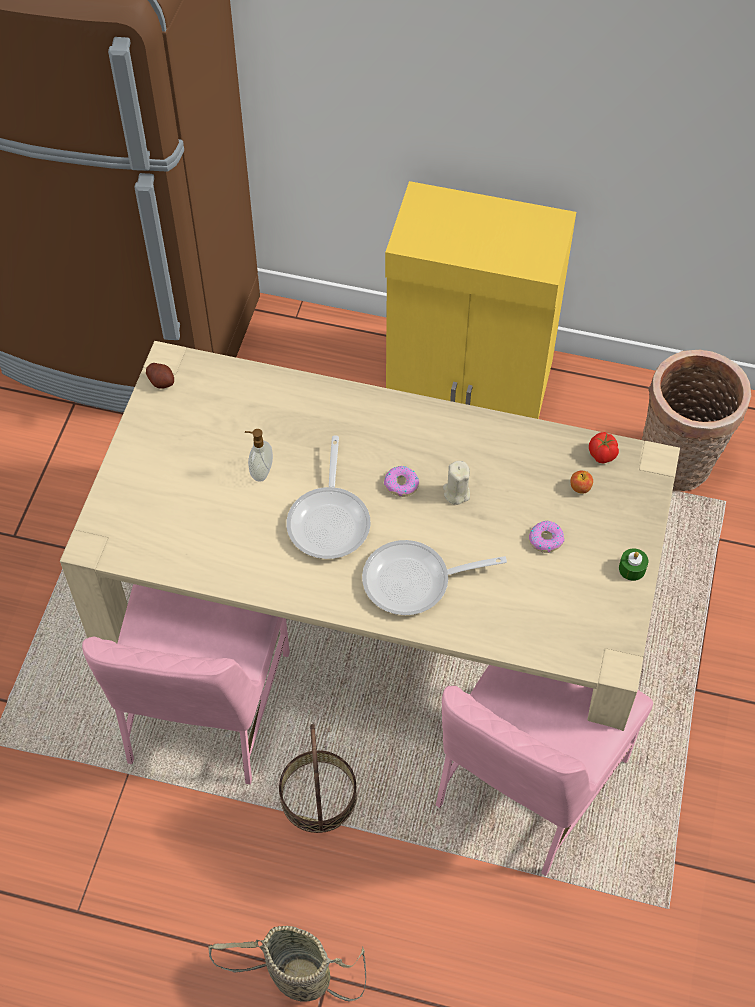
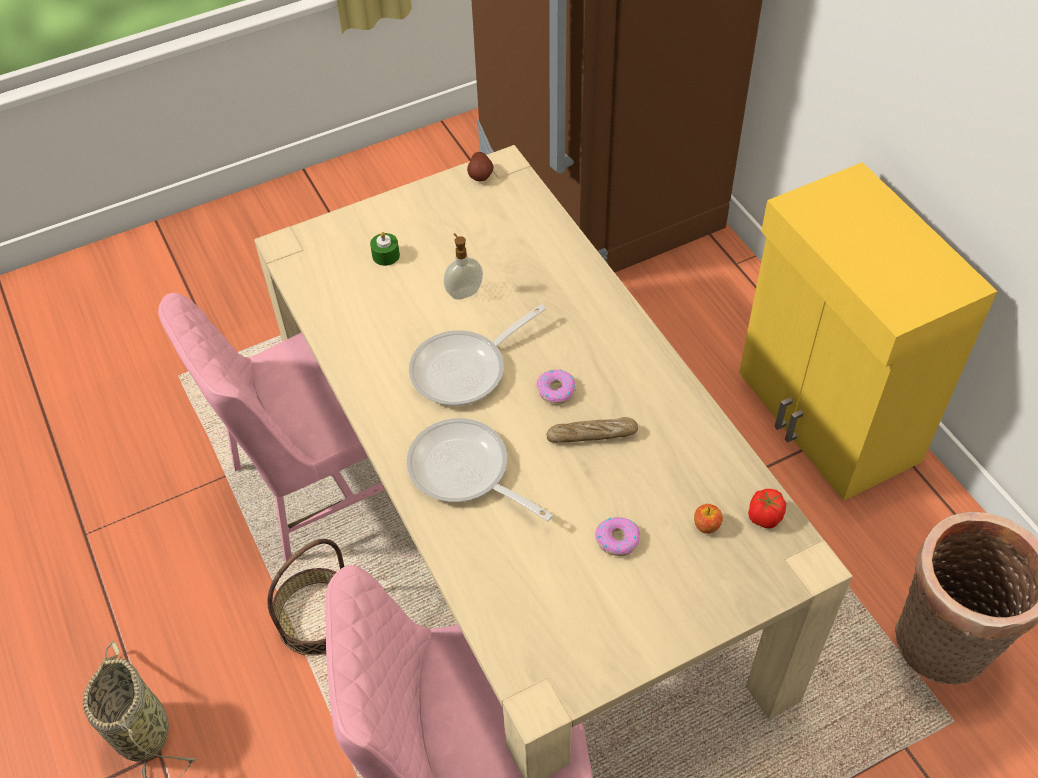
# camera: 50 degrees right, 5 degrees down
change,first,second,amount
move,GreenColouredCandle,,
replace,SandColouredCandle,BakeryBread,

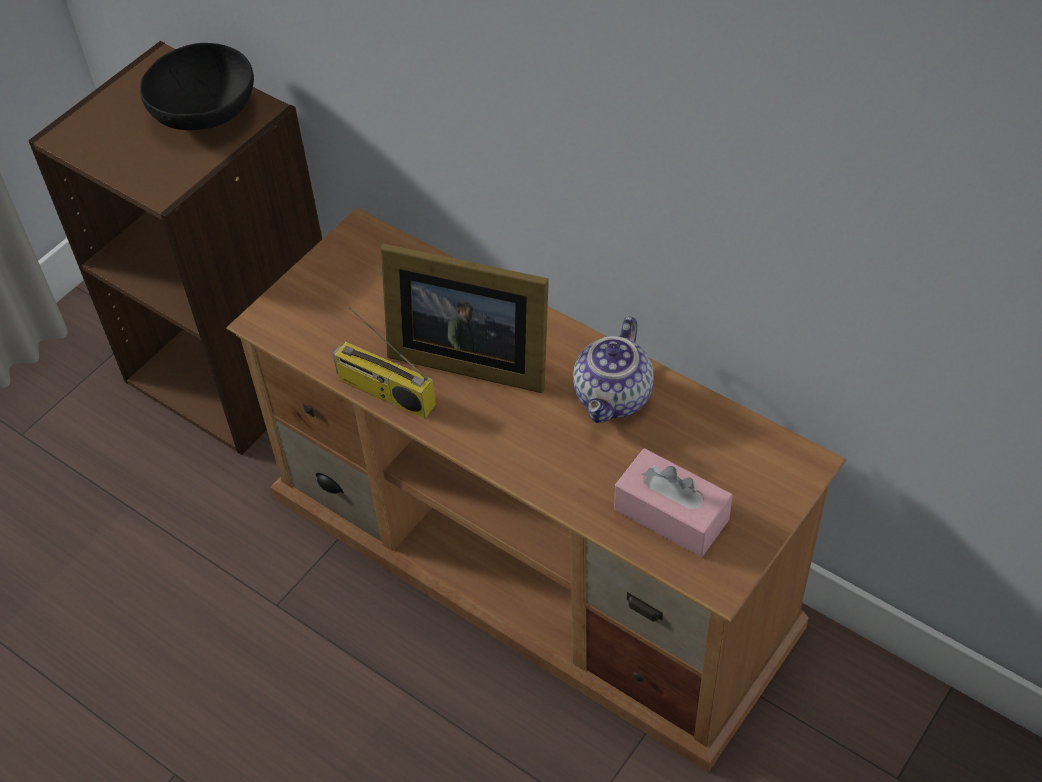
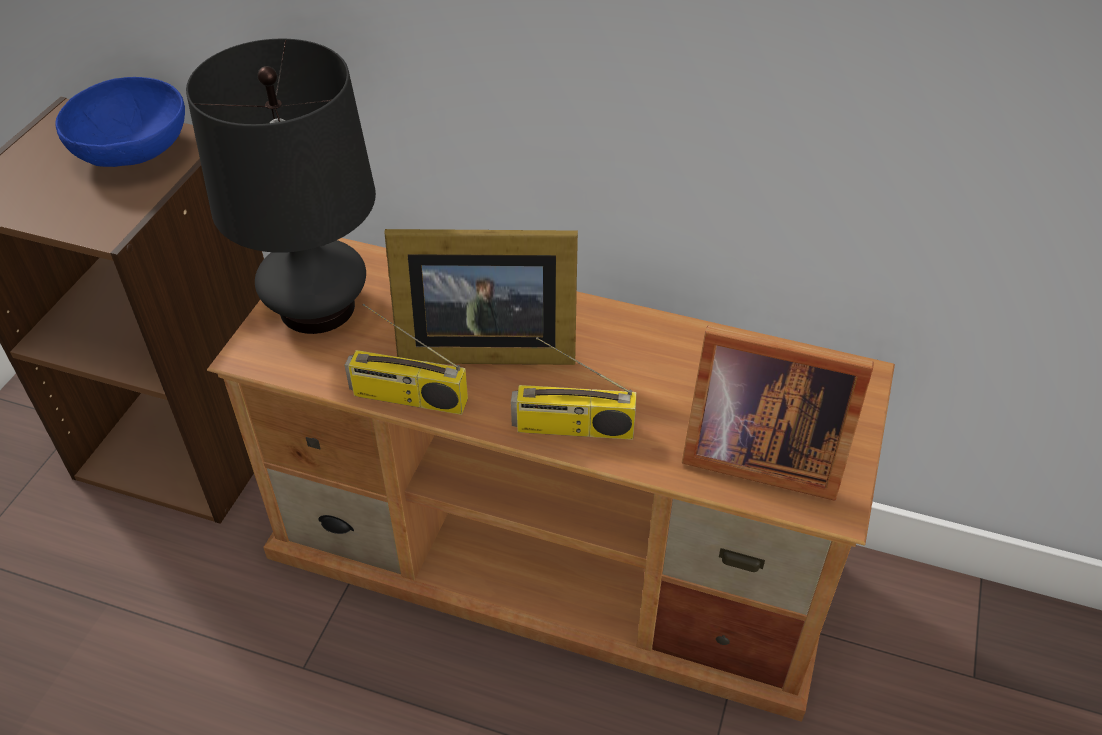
# camera: 20 degrees left, 5 degrees down
change,first,second,amount
delete,TeaPot,,
insert,,BlackLampForATable,
insert,,RadioReceiver (2nd from left),
replace,PinkColouredTissueHolder,StandingFrame (2nd from left),
recolor,BlackServingBowl,BlueColouredServingBowl,

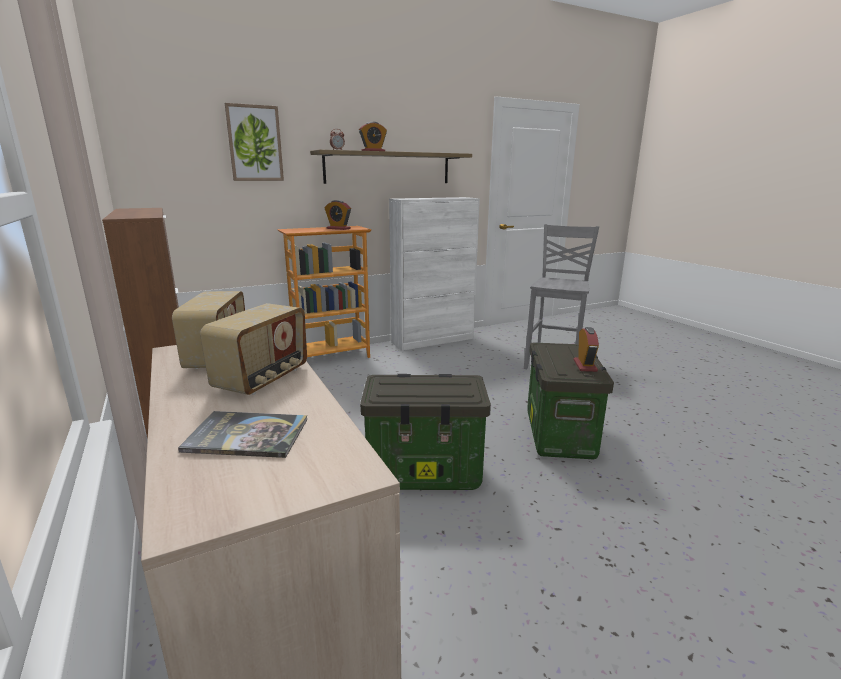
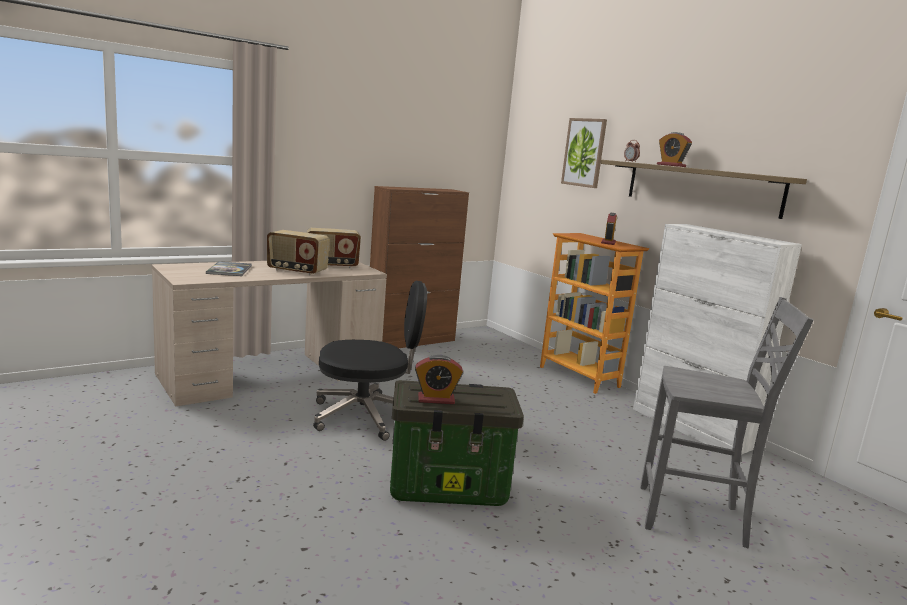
# camera: 80 degrees right, 5 degrees down
change,first,second,amount
replace,StorageBox (1st from left),BlackDeskChair,

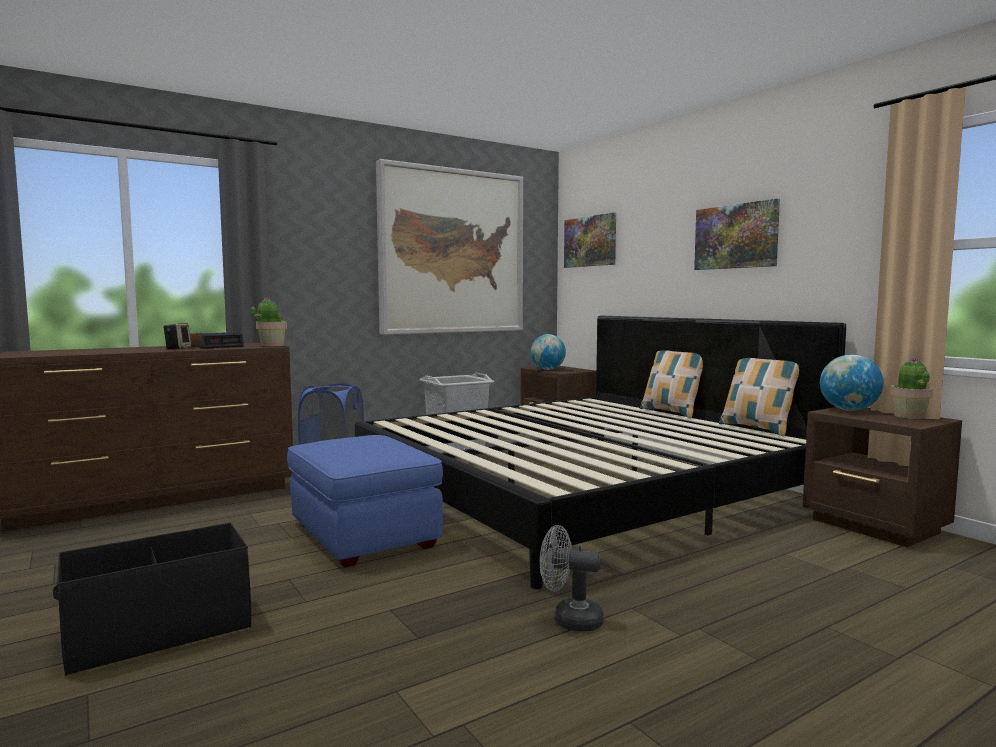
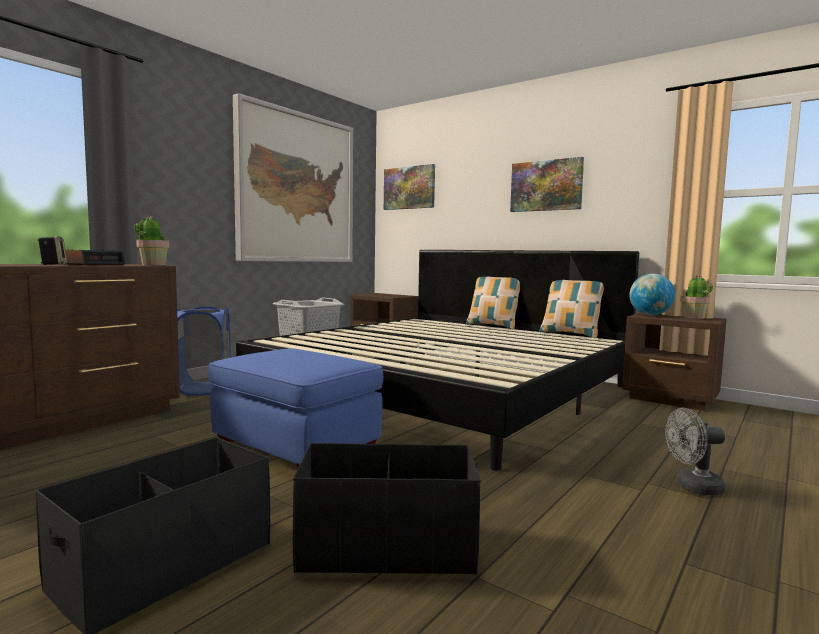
# camera: 20 degrees left, 0 degrees up
change,first,second,amount
delete,WorldGlobe (1st from left),,
insert,,BlackStorageBox (2nd from left),
move,GreyElectricFan,,

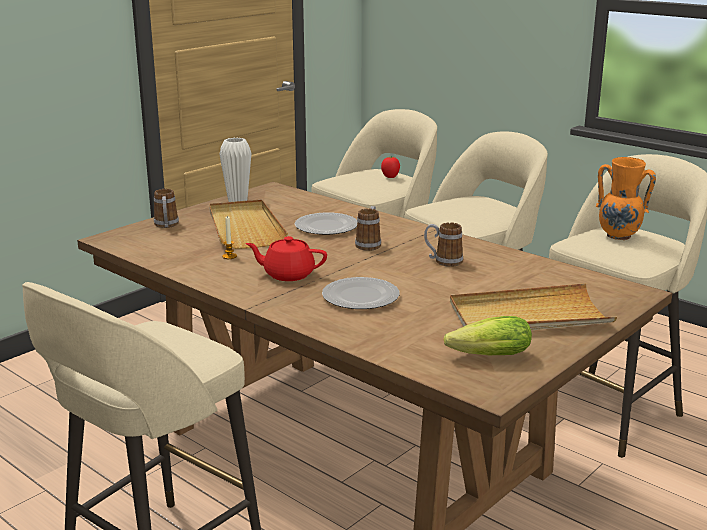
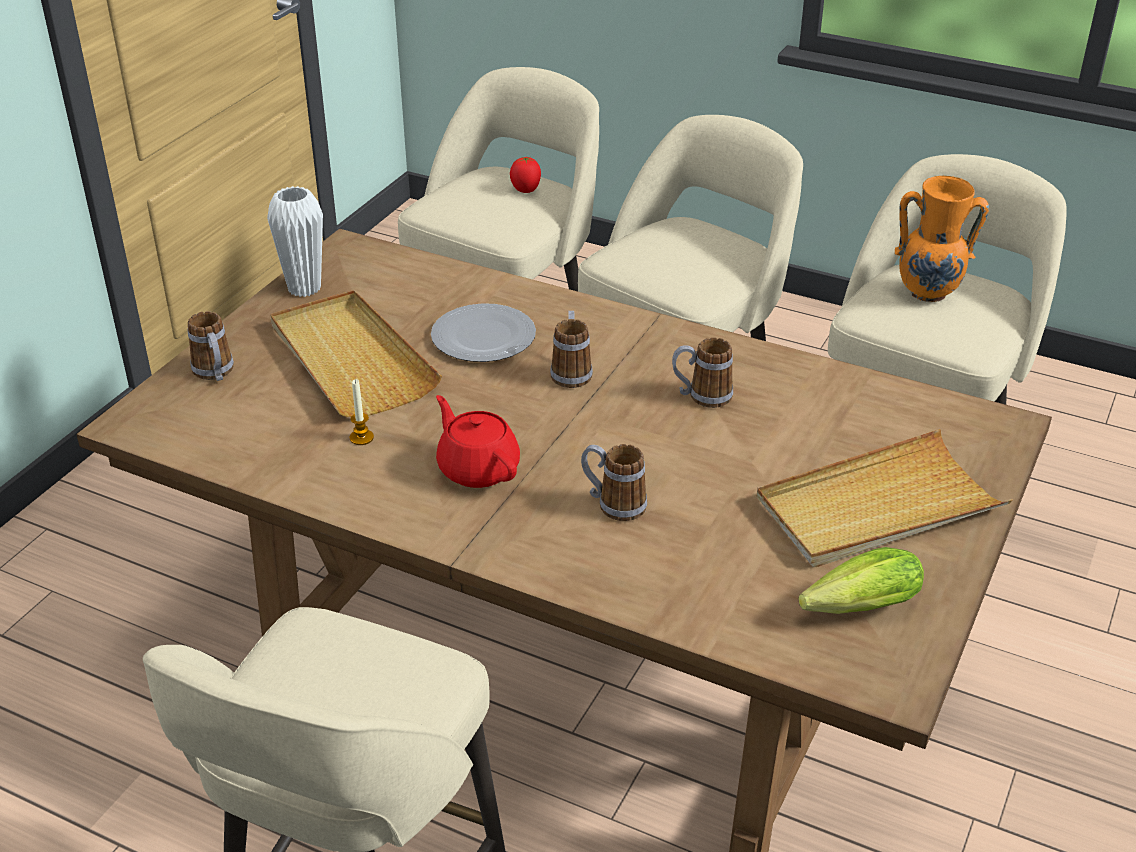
# camera: 15 degrees left, 15 degrees up
change,first,second,amount
replace,FlatDish (2nd from left),TeaMug (3rd from left),
rotate,RedTeaPot,,60 degrees clockwise

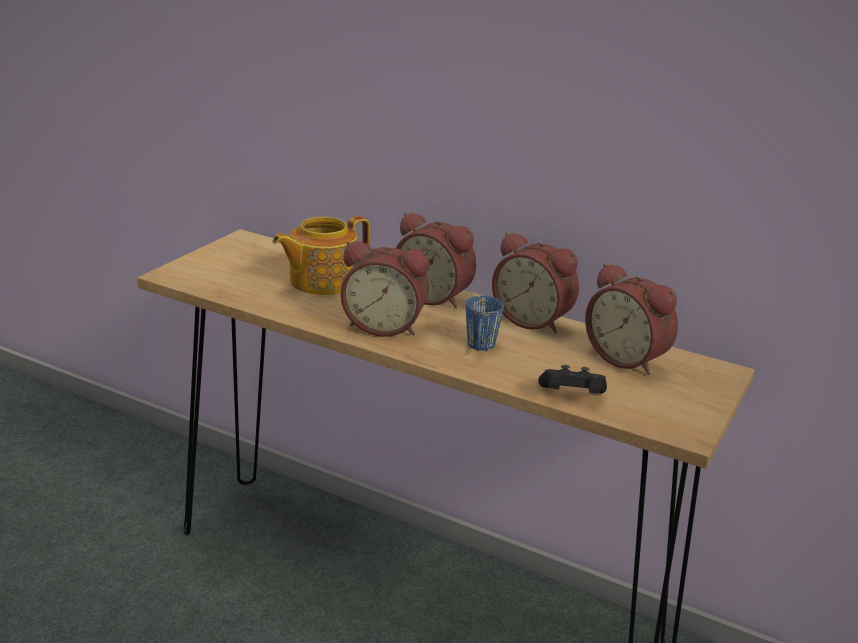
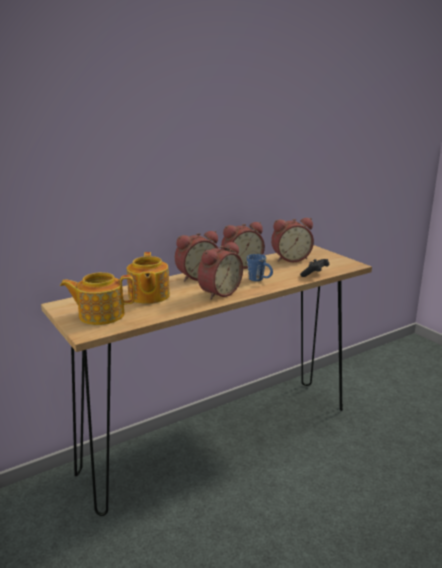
# camera: 60 degrees left, 5 degrees down
change,first,second,amount
insert,,TeaPot (1st from left),

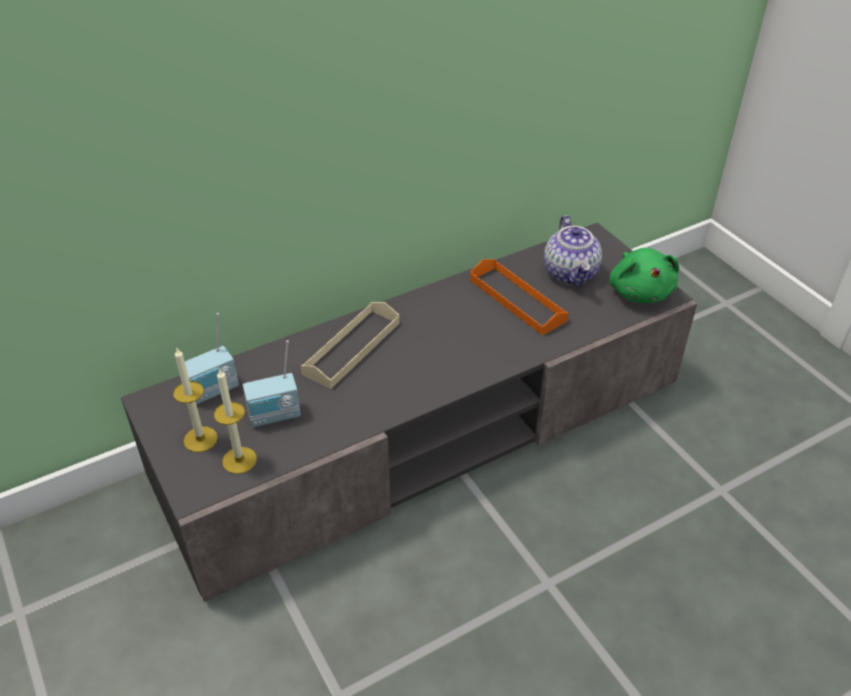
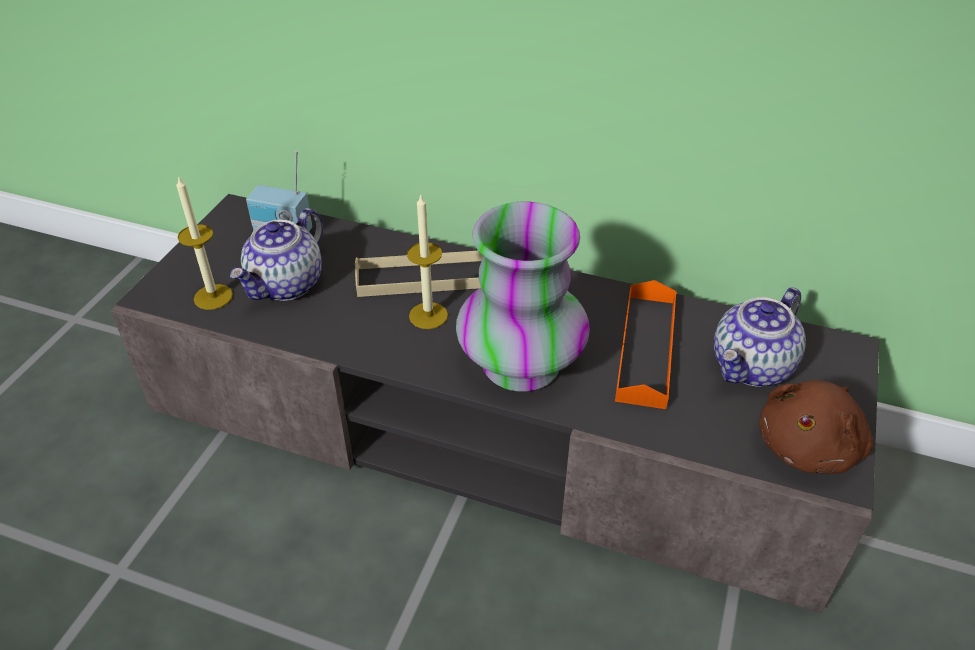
# camera: 50 degrees right, 0 degrees up
change,first,second,amount
insert,,FlowerVase,
move,Candle (1st from left in the first image),Candle (2nd from left),
replace,RadioReceiver (2nd from left),TeaPot (1st from left),
recolor,GreenColouredPlushToy,BrownPlushToy,

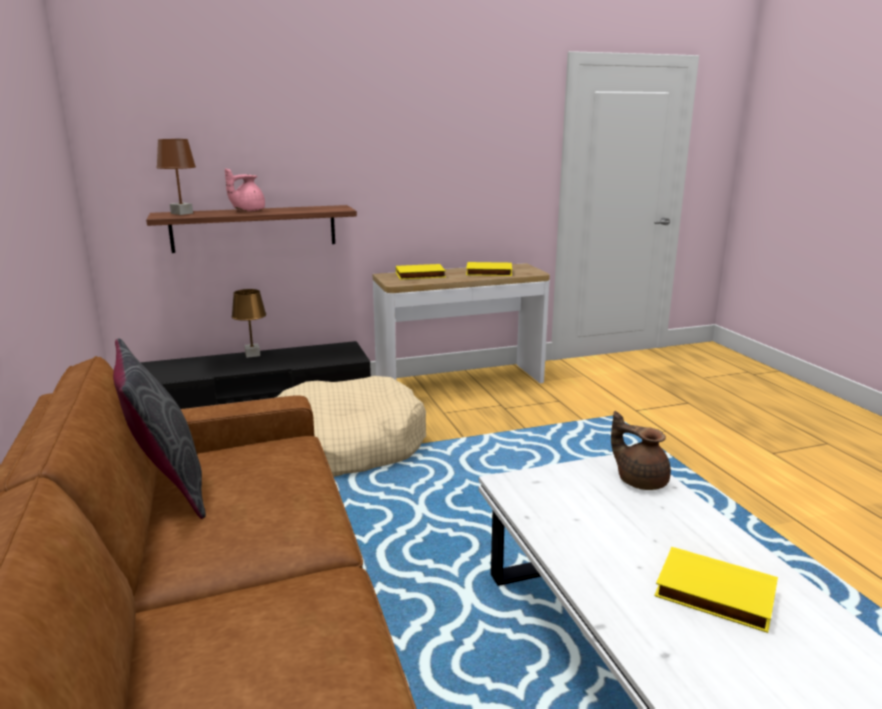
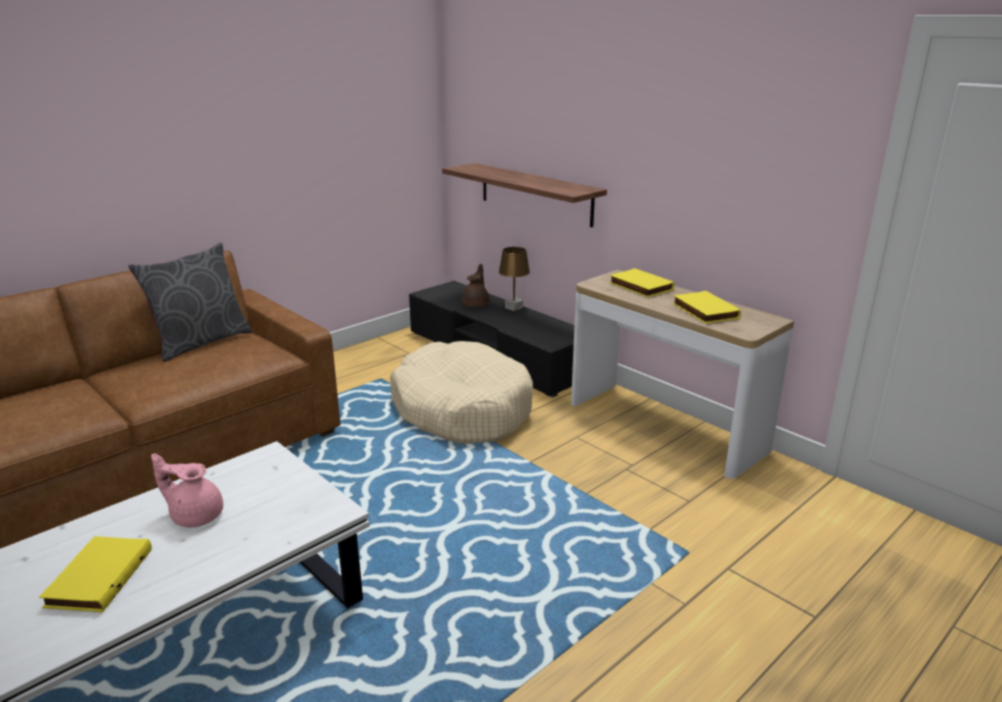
# camera: 65 degrees right, 5 degrees up
change,first,second,amount
delete,BrownLampForATable (1st from left),,
move,PinkColouredTeaPot,,
move,BrownTeaPot,,

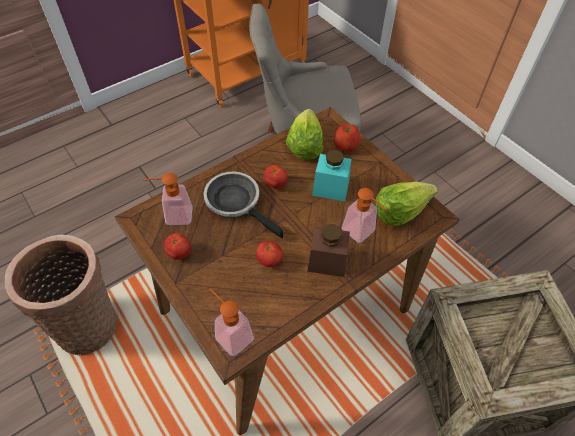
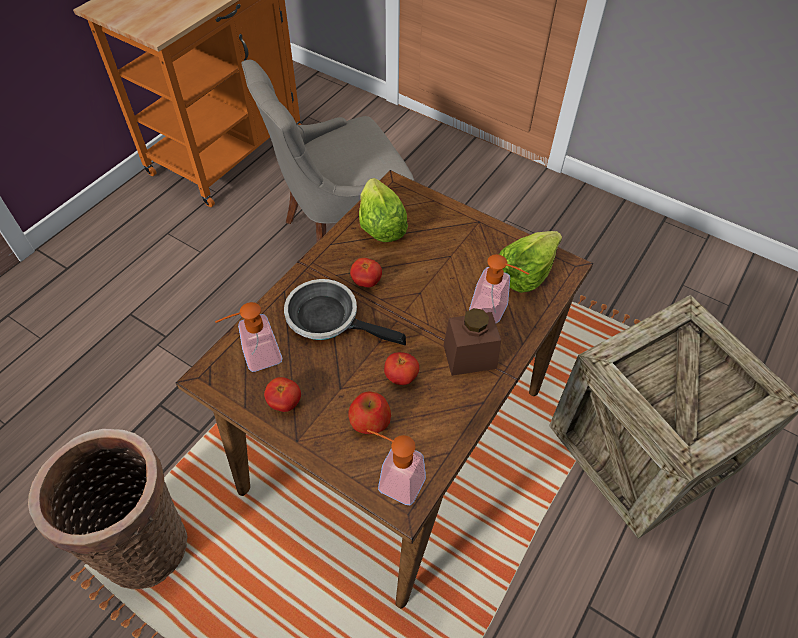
# camera: 20 degrees left, 0 degrees up
change,first,second,amount
delete,TurquoisePreserveJar,,
move,AppleFruit,,

